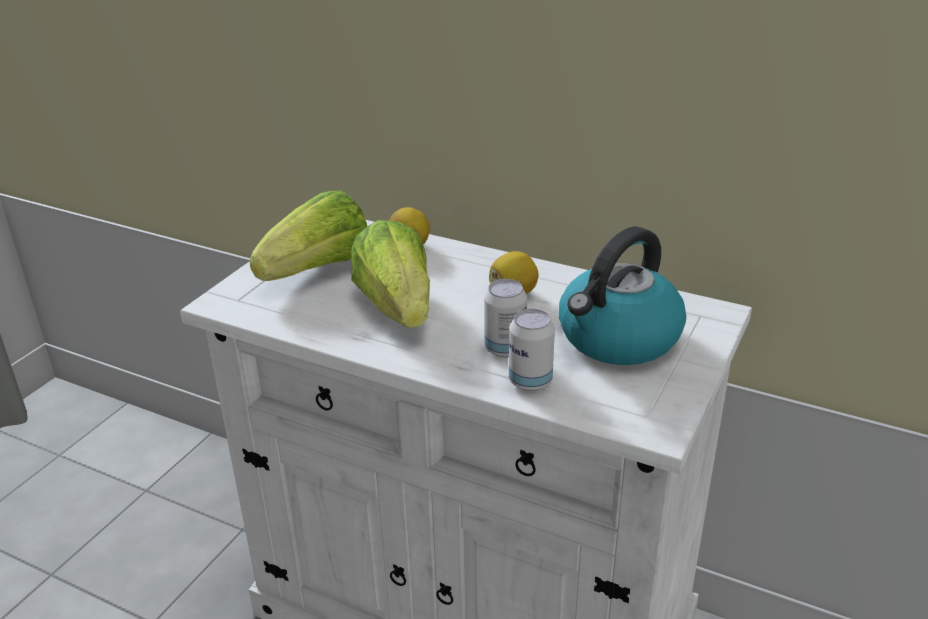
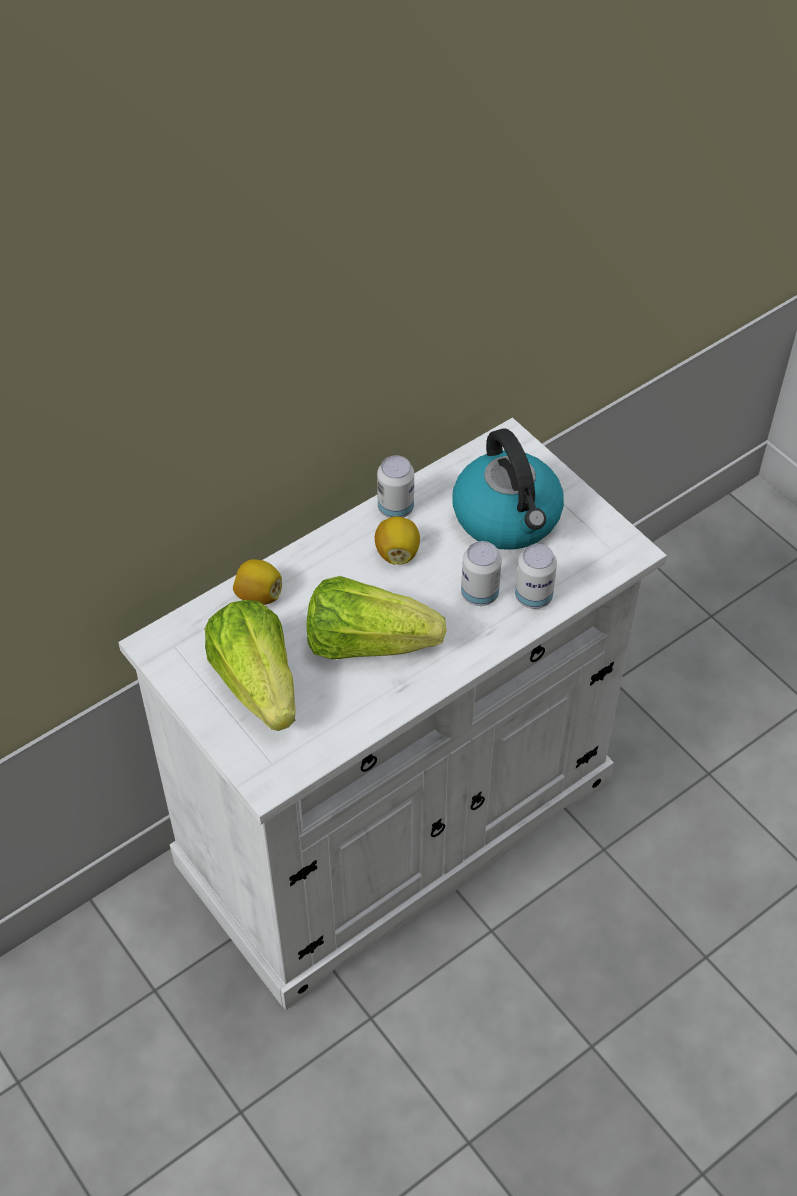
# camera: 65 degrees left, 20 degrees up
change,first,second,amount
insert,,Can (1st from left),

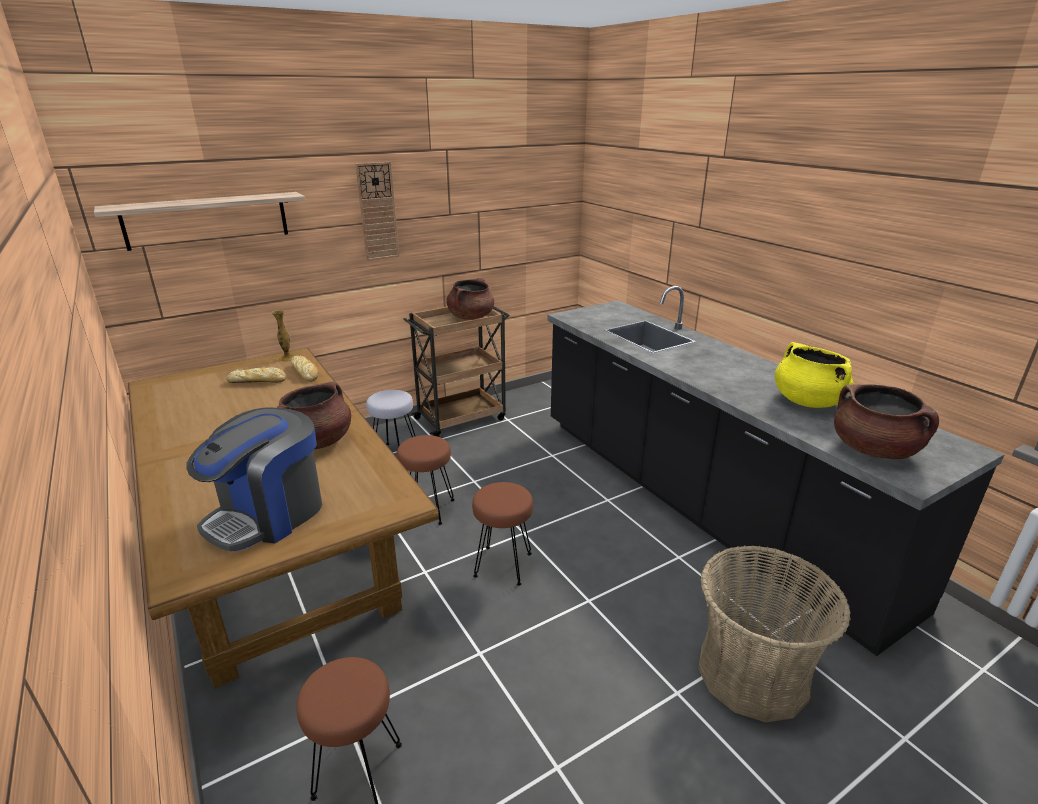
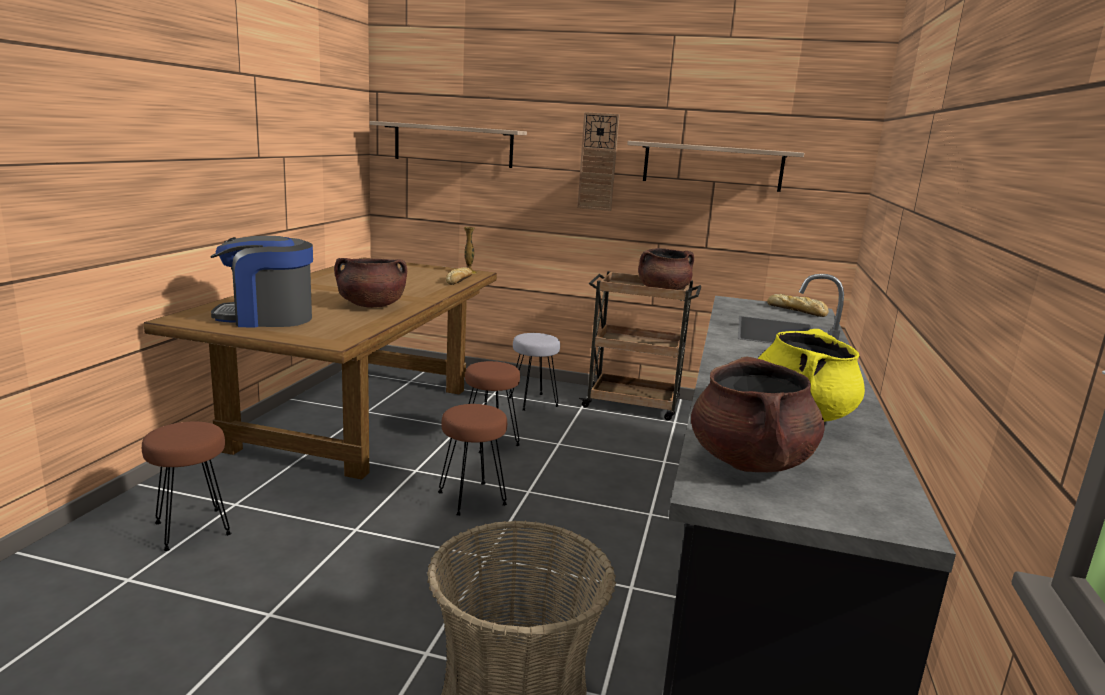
# camera: 45 degrees right, 10 degrees down
change,first,second,amount
insert,,WallShelf (2nd from left),
move,BakeryBread (1st from left in the first image),BakeryBread (2nd from left),

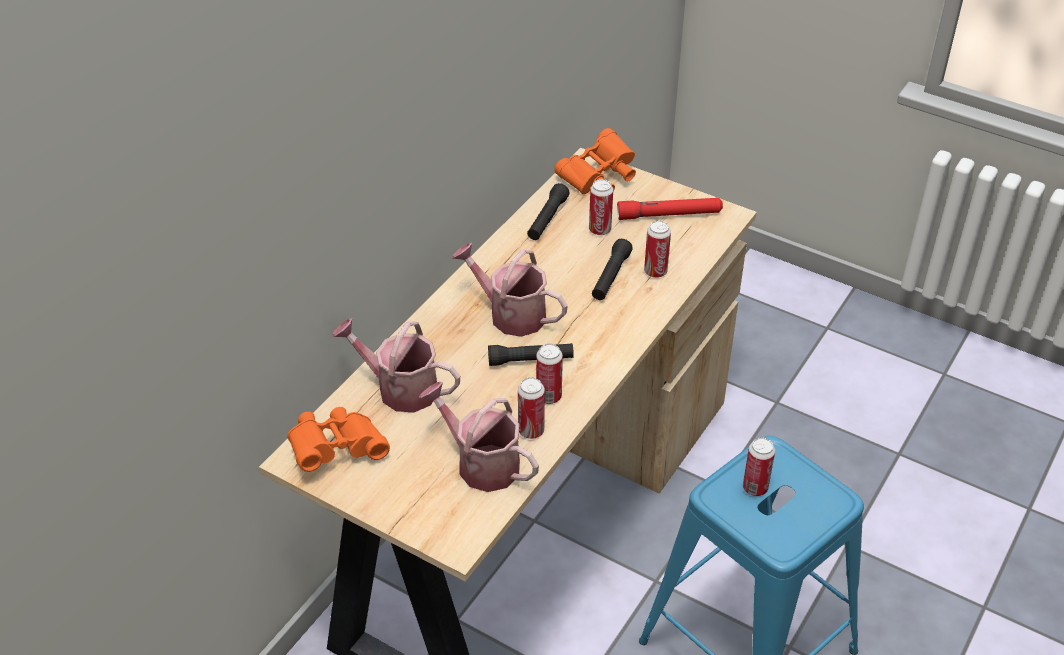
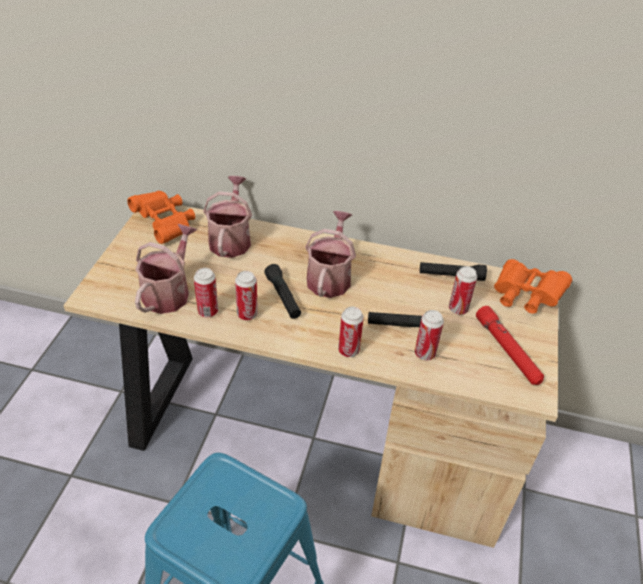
# camera: 70 degrees right, 0 degrees up
change,first,second,amount
move,Can (5th from left in the first image),Can (3rd from left),

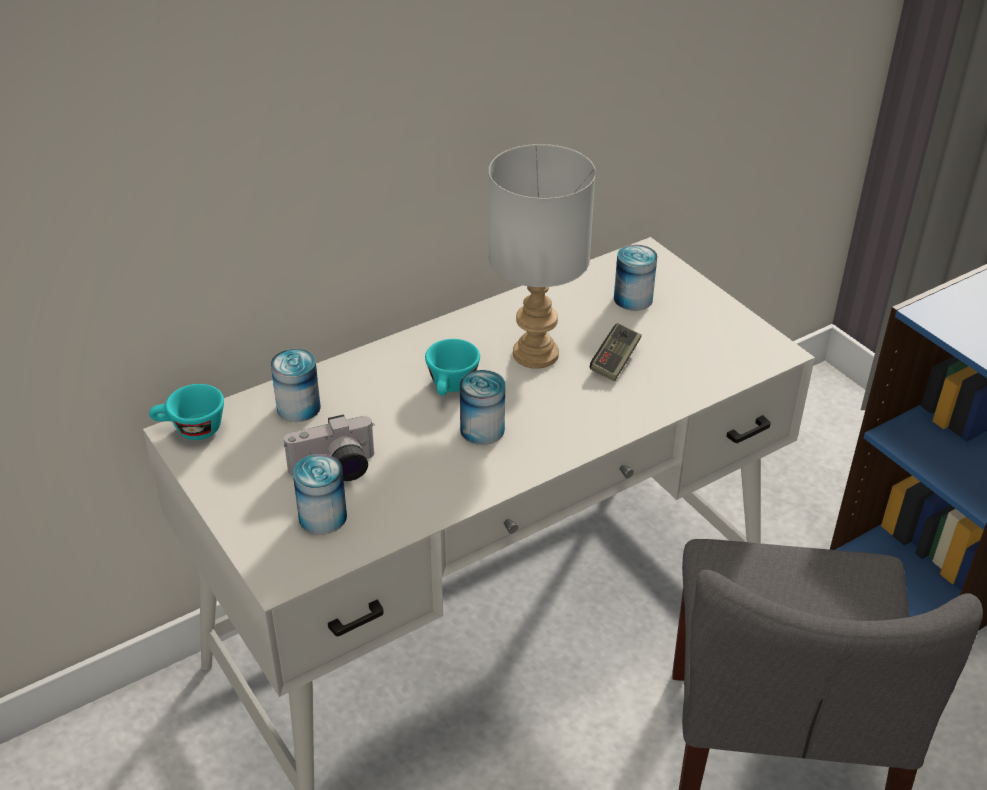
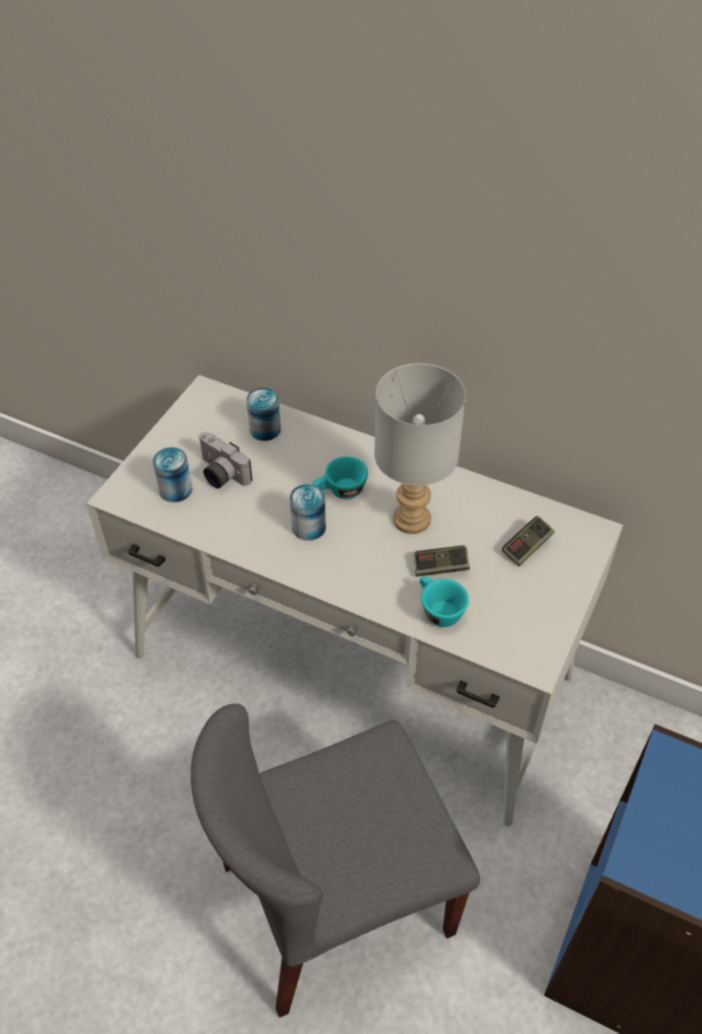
# camera: 60 degrees right, 10 degrees up
change,first,second,amount
move,TurquoiseDrinkingCup (1st from left in the first image),TurquoiseDrinkingCup (2nd from left),
replace,Can (4th from left),Joypad (2nd from left),

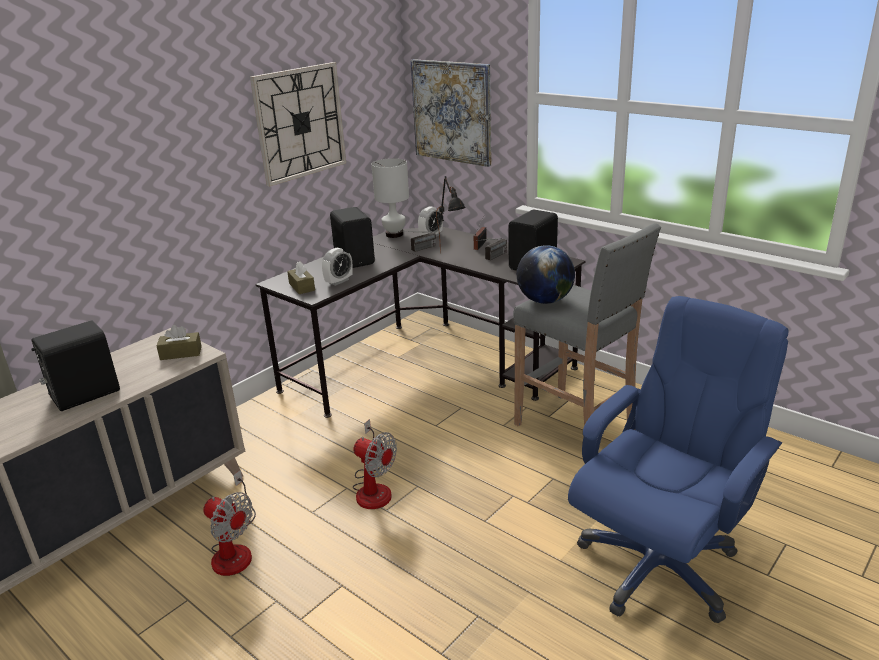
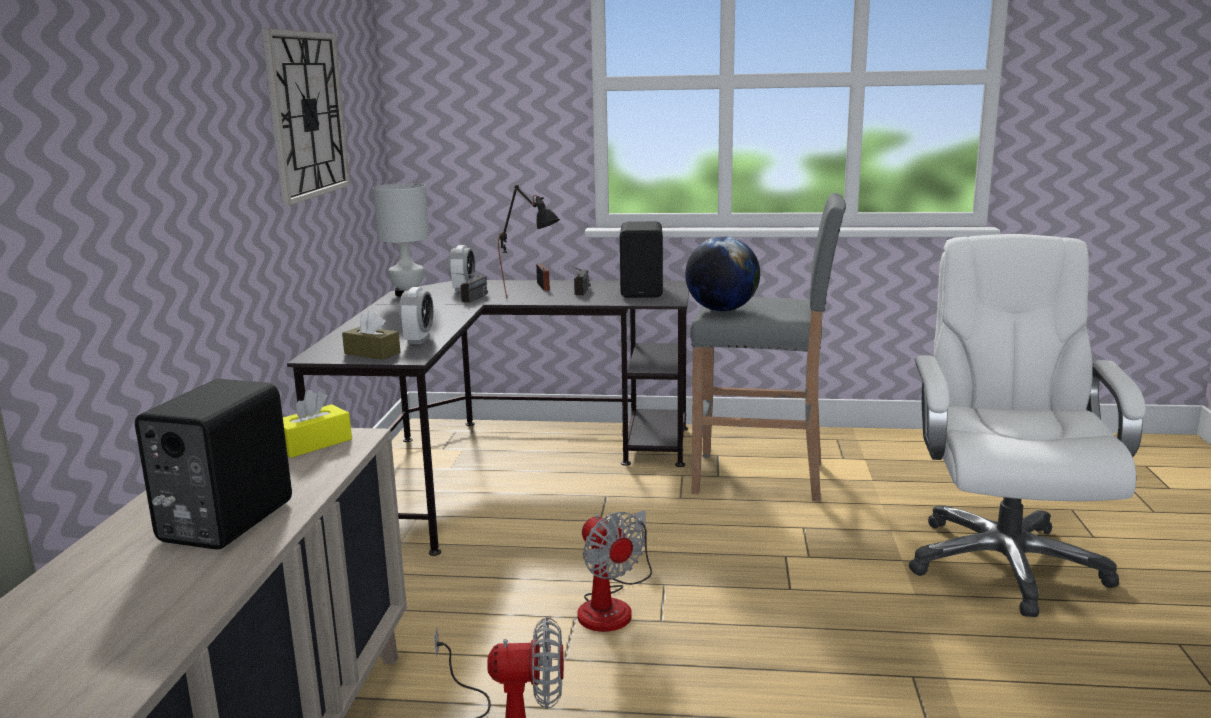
# camera: 35 degrees left, 10 degrees down
change,first,second,amount
delete,BlackLoudspeaker (2nd from left),,
delete,WallPicture,,
recolor,BrownTissueHolder (1st from left),YellowishTissueHolder,
recolor,BlueColouredDeskChair,WhiteColouredDeskChair,
rotate,ElectricFan (2nd from left),,60 degrees clockwise

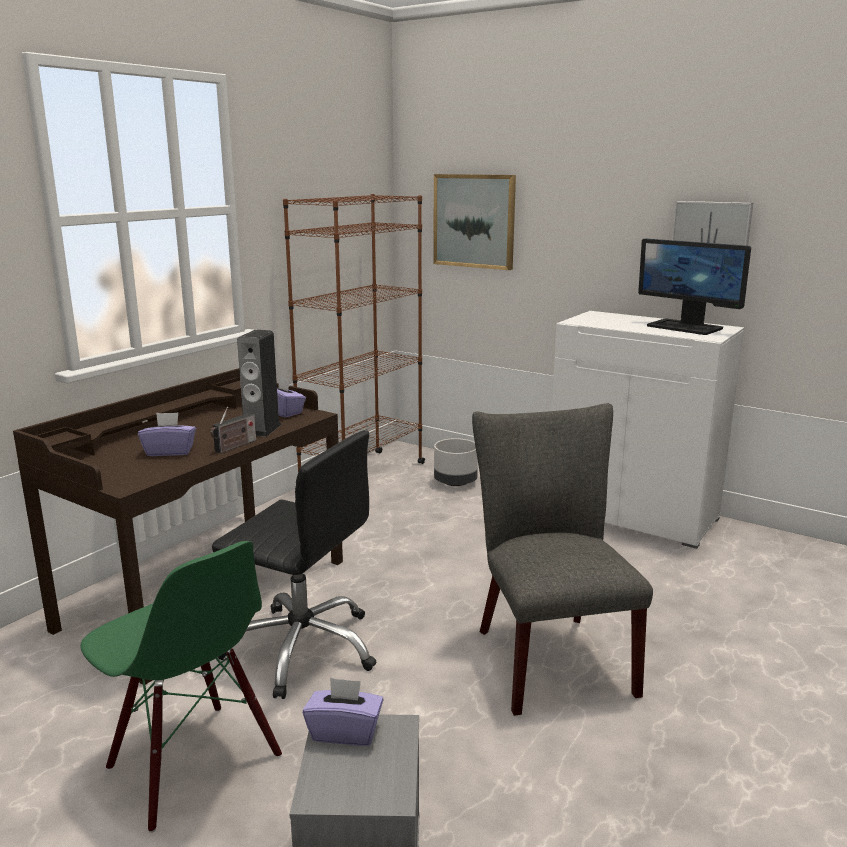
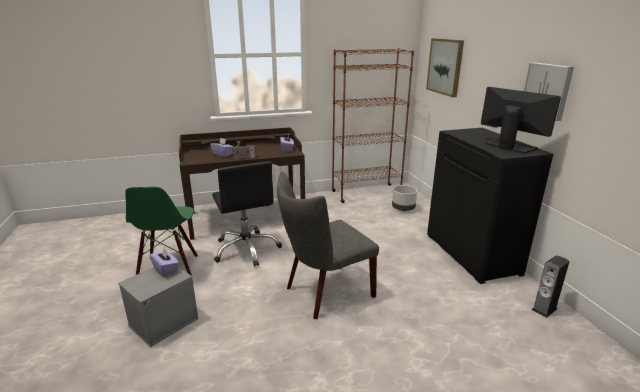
# camera: 40 degrees right, 5 degrees up
change,first,second,amount
move,Loudspeaker,,
recolor,WhiteColouredCabinet,BlackCabinet,
rotate,GreyChair,,150 degrees counterclockwise
rotate,Monitor,,150 degrees clockwise

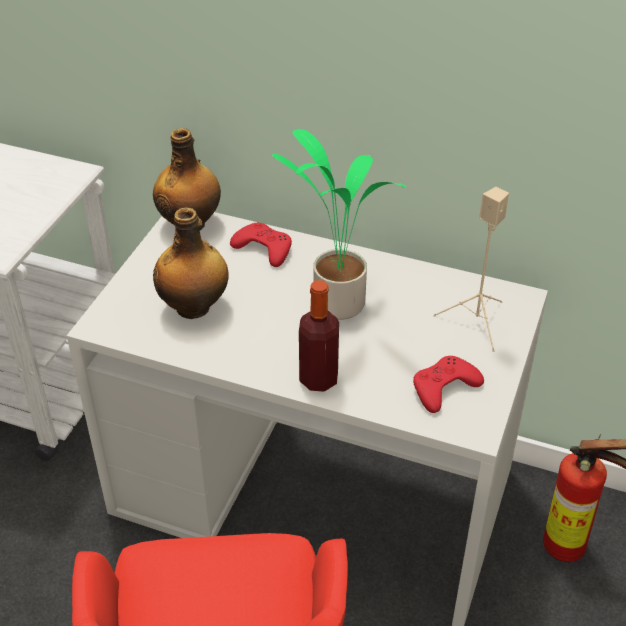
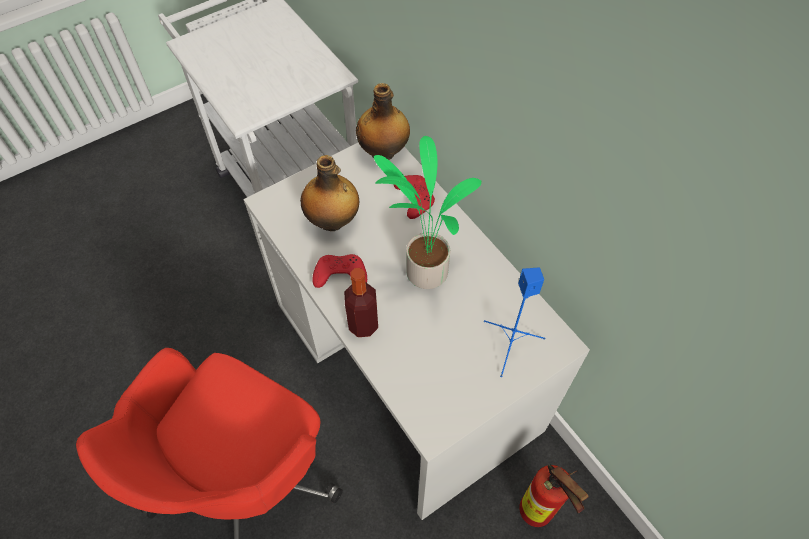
# camera: 35 degrees right, 15 degrees up
change,first,second,amount
move,RedJoypad (2nd from left in the first image),RedJoypad (1st from left),
recolor,SandColouredLoudspeaker,BlueColouredLoudspeaker,

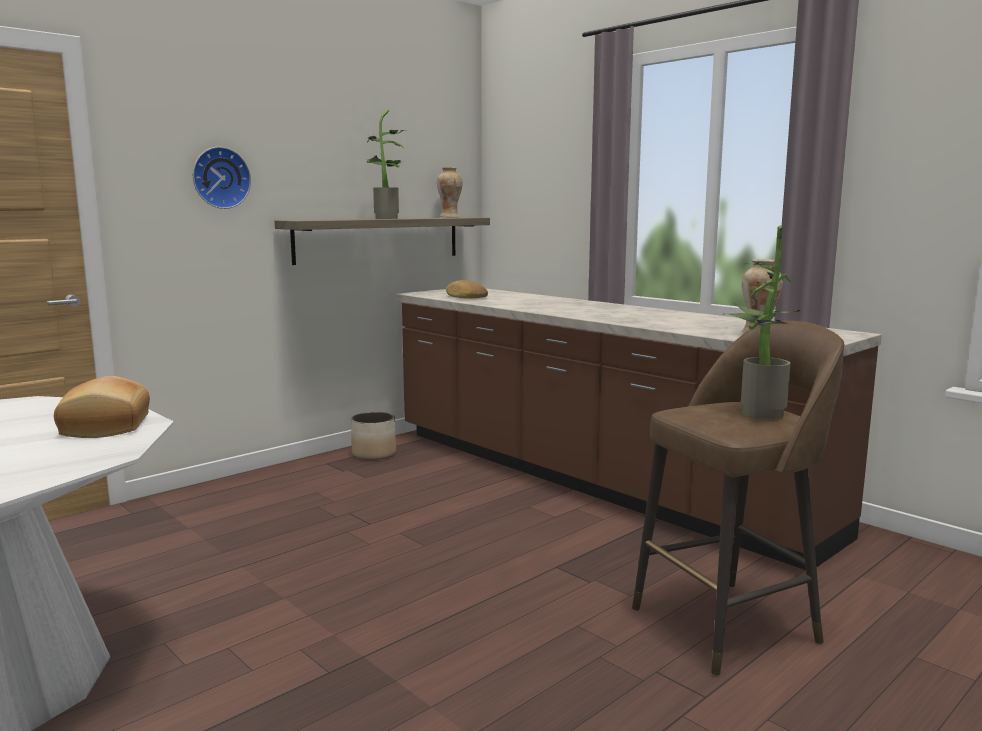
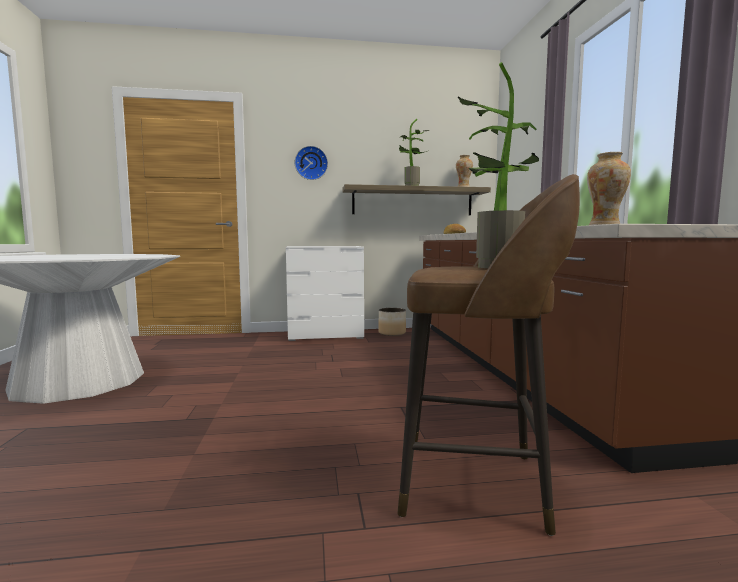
# camera: 35 degrees right, 5 degrees down
change,first,second,amount
delete,BakeryBread (1st from left),,
insert,,WhiteColouredDresser,

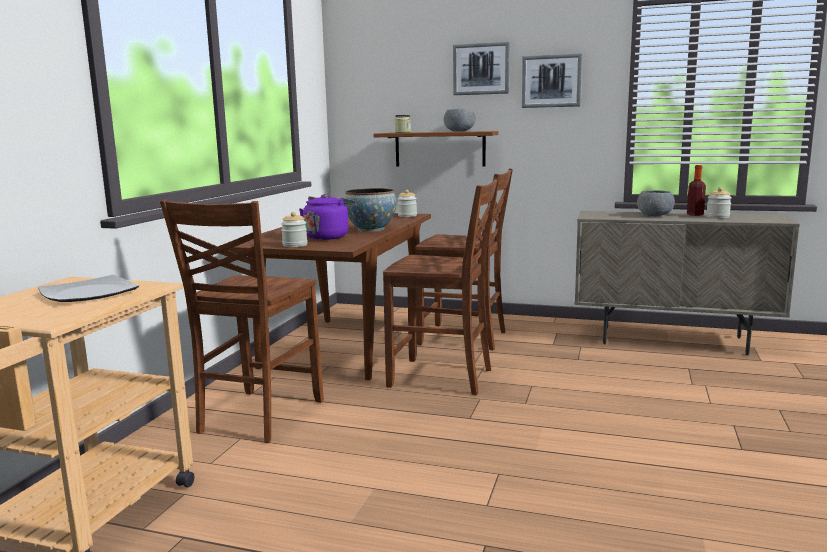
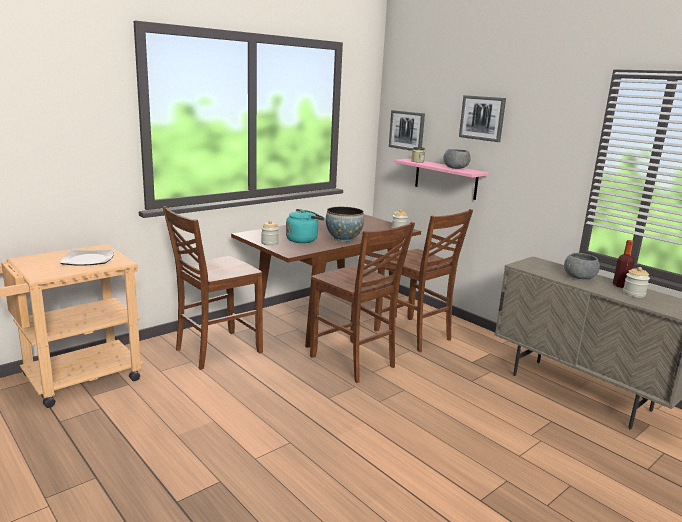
# camera: 30 degrees right, 5 degrees up
change,first,second,amount
move,WallPicture (2nd from left in the first image),WallPicture (1st from left),
recolor,PurpleColouredKettle,TurquoiseKettle,
recolor,BrownWallShelf,PinkColouredWallShelf,

